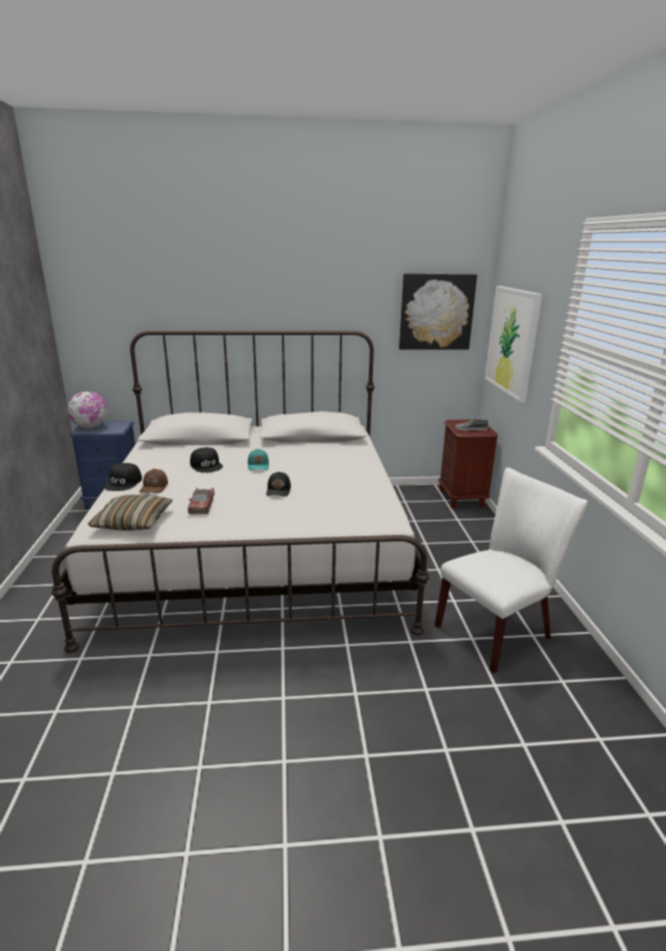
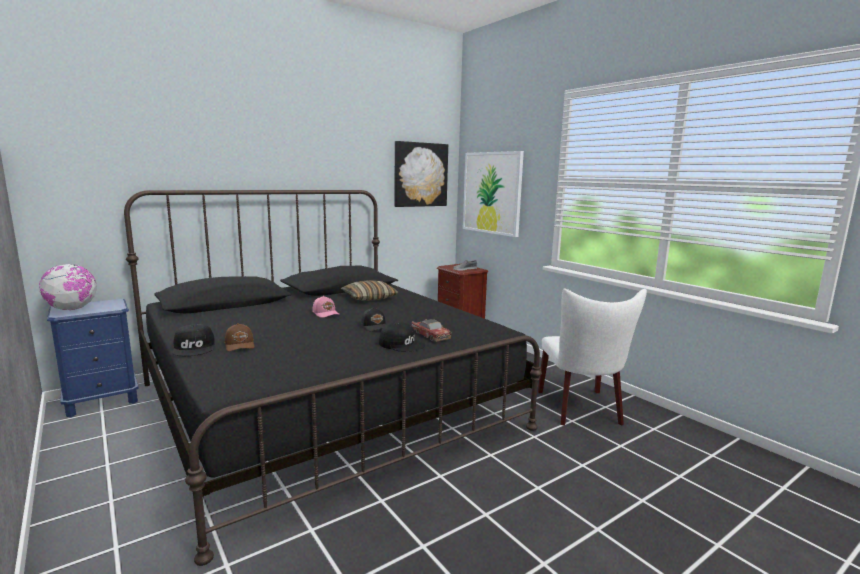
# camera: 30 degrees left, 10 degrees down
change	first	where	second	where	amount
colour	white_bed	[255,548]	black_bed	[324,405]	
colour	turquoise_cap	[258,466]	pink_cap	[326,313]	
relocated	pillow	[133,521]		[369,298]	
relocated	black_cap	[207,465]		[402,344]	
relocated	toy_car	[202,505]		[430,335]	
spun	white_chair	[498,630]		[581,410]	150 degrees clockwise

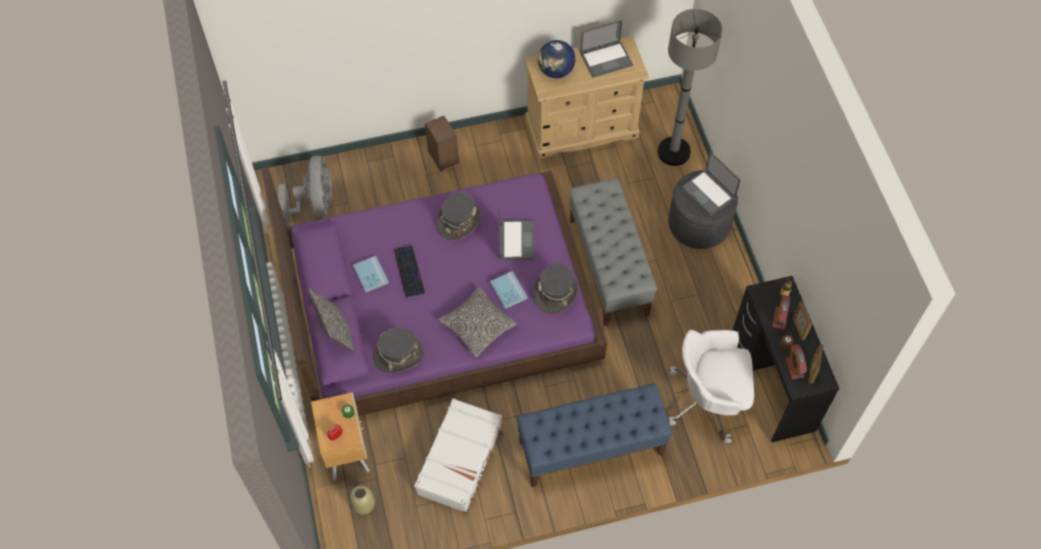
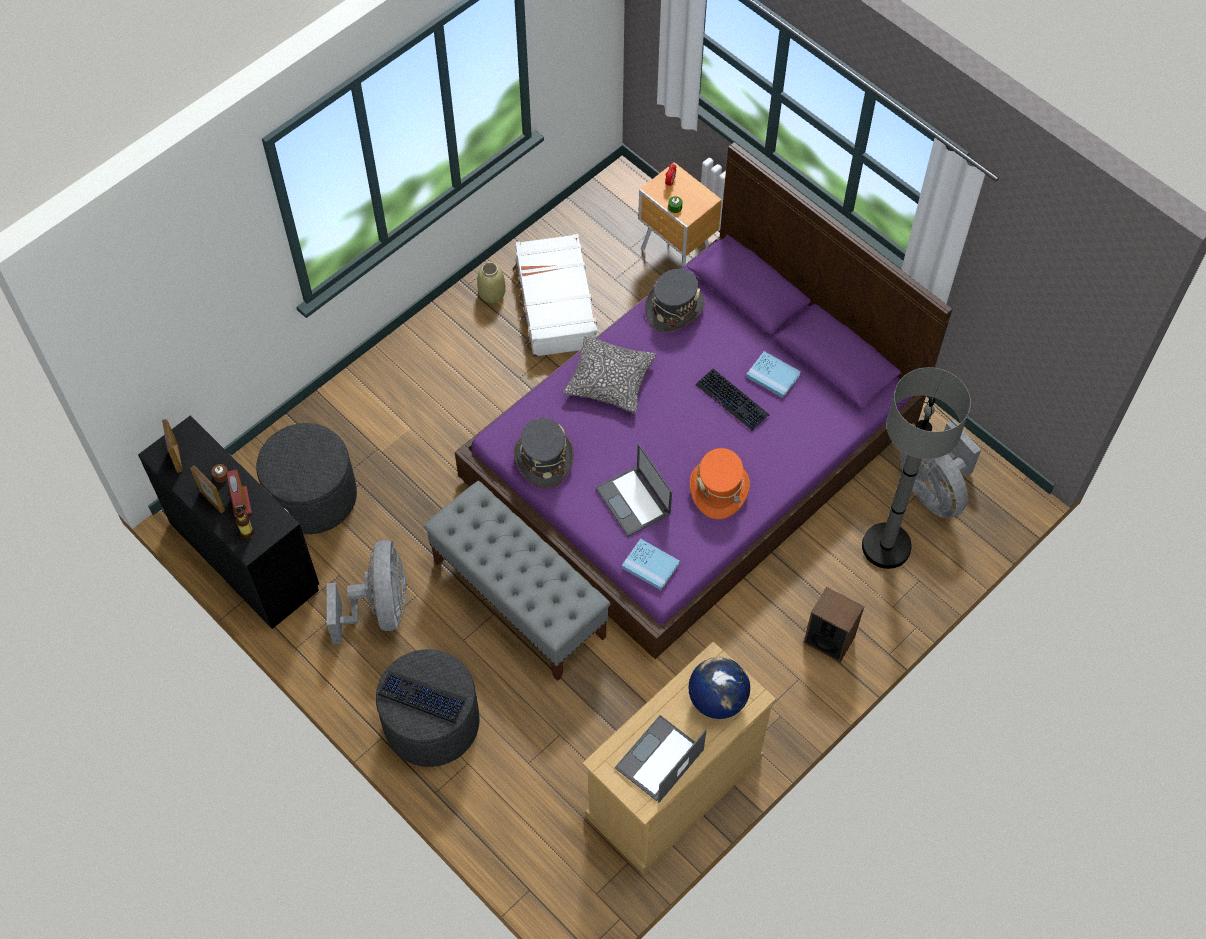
# camera: 150 degrees right, 0 degrees up
change	first	where	second	where	amount
exchanged	white_office_chair	[708,400]	grey_ottoman	[312,496]	
appeared			grey_fan	[379,608]	
exchanged	laptop	[709,193]	keyboard	[422,697]	
relocated	beige_vase	[363,505]		[492,294]	
relocated	blue_book	[508,291]		[650,565]	
colour	grey_hat	[459,222]	orange_hat	[719,489]	
relocated	grey_floor_lamp	[674,152]		[886,546]	
missing	pillow	[336,332]			
missing	blue_bench	[590,448]			
missing	alarm_clock	[794,368]			

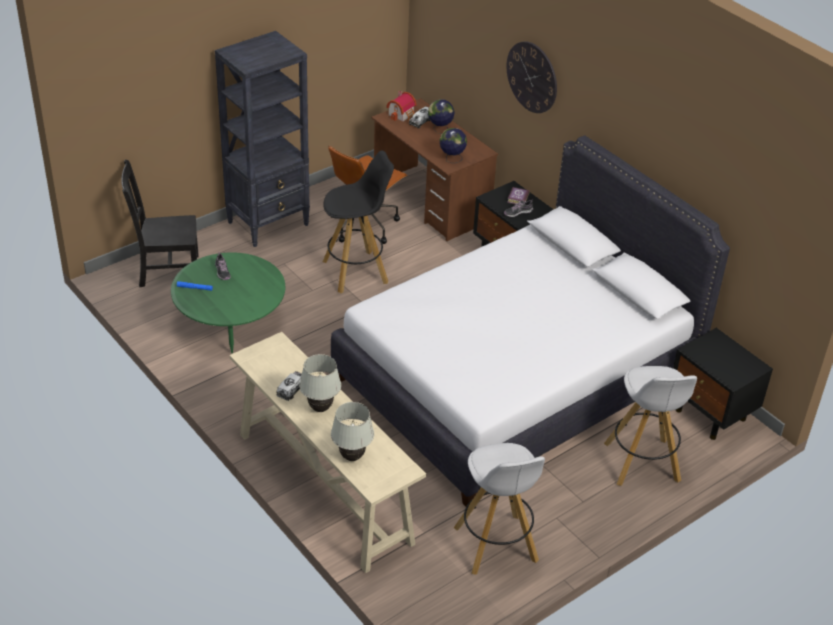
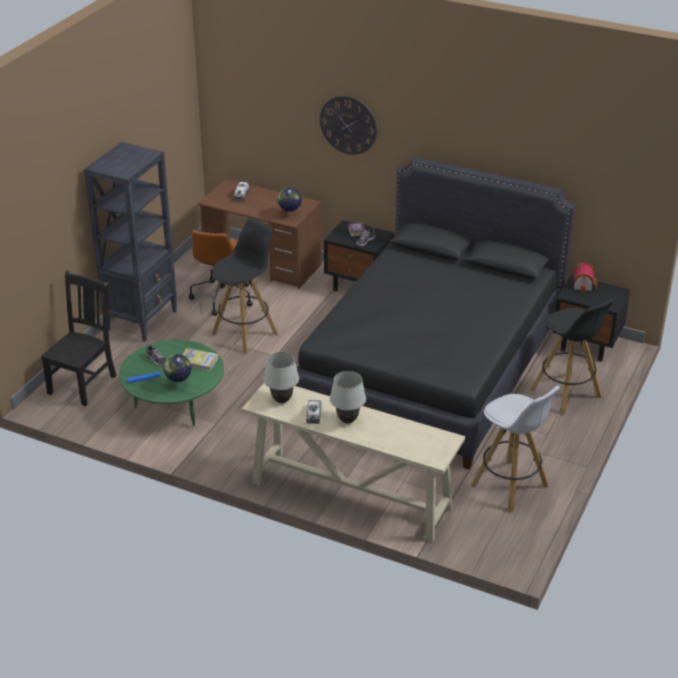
# camera: 25 degrees left, 5 degrees down
change	first	where	second	where	amount
spun	black_chair	[166,270]		[84,383]	150 degrees clockwise
relocated	globe	[440,130]		[179,385]	
appeared			book	[198,361]	
relocated	white_table_lamp	[352,457]		[281,400]	
colour	white_bed	[515,378]	black_bed	[430,368]	
colour	white_stool	[642,463]	black_stool	[567,394]	
relocated	toy_house	[402,115]		[584,285]	

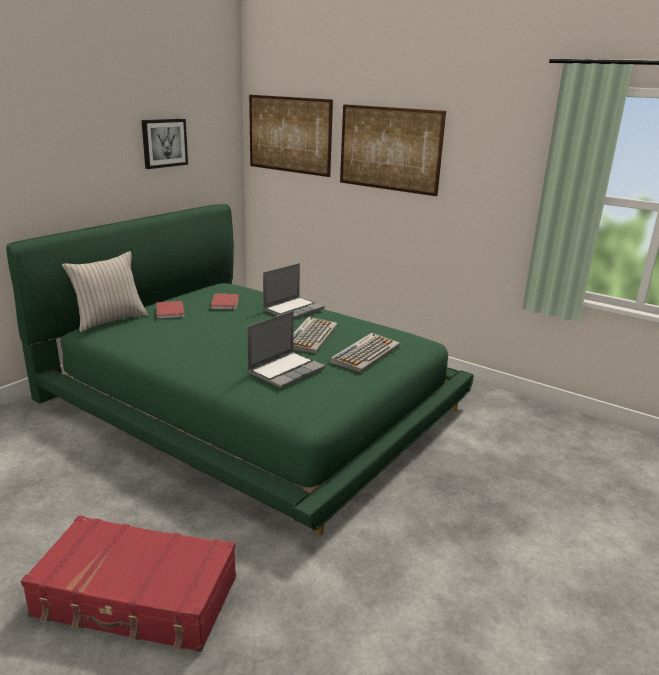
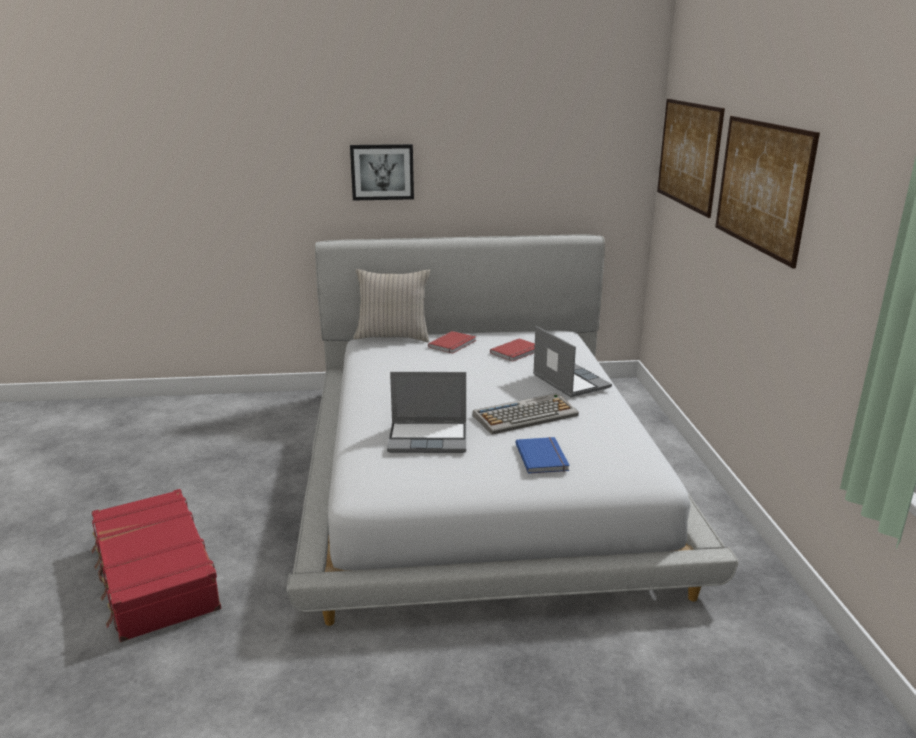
# camera: 50 degrees right, 0 degrees up
change	first	where	second	where	amount
colour	green_bed	[251,401]	white_bed	[481,472]	
relocated	picture	[164,143]		[382,172]	
exchanged	keyboard	[365,353]	blue_book	[543,457]	
spun	laptop	[293,309]		[569,381]	120 degrees counterclockwise

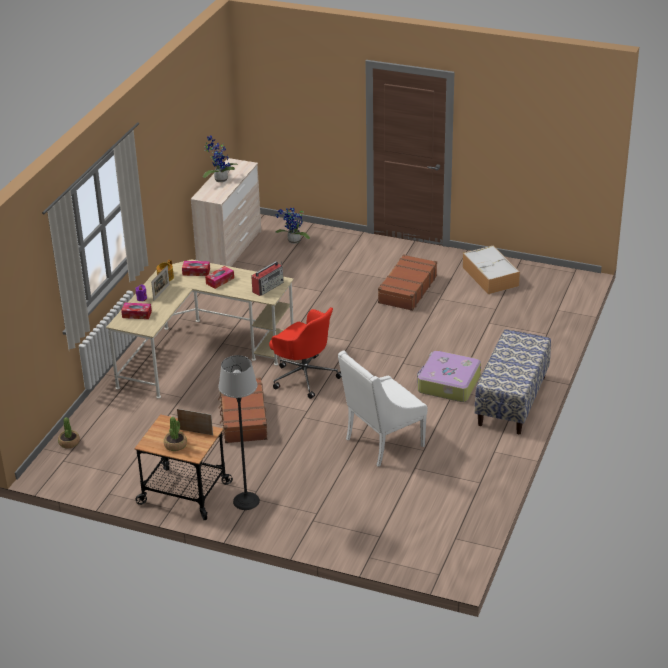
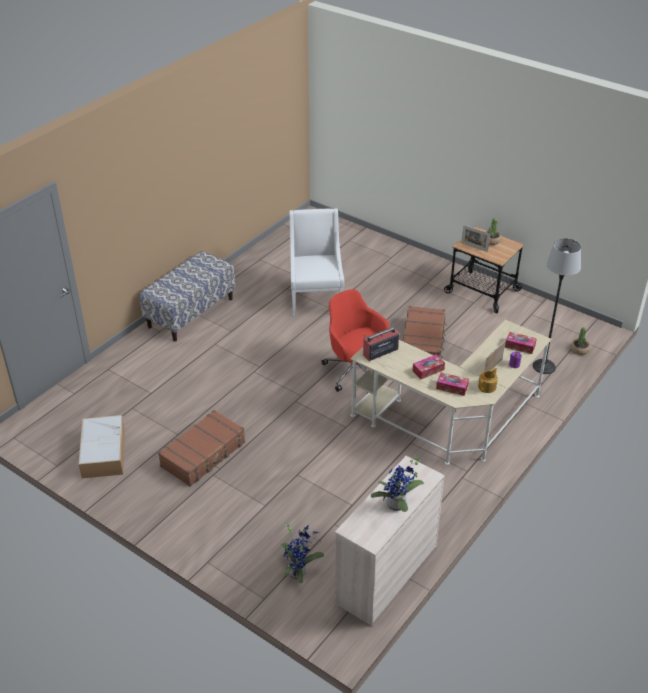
# camera: 165 degrees left, 5 degrees up
change	first	where	second	where	amount
spun	white_armchair	[382,443]		[315,300]	75 degrees counterclockwise
relocated	floor_lamp	[246,501]		[544,366]	
missing	suitcase	[448,384]			

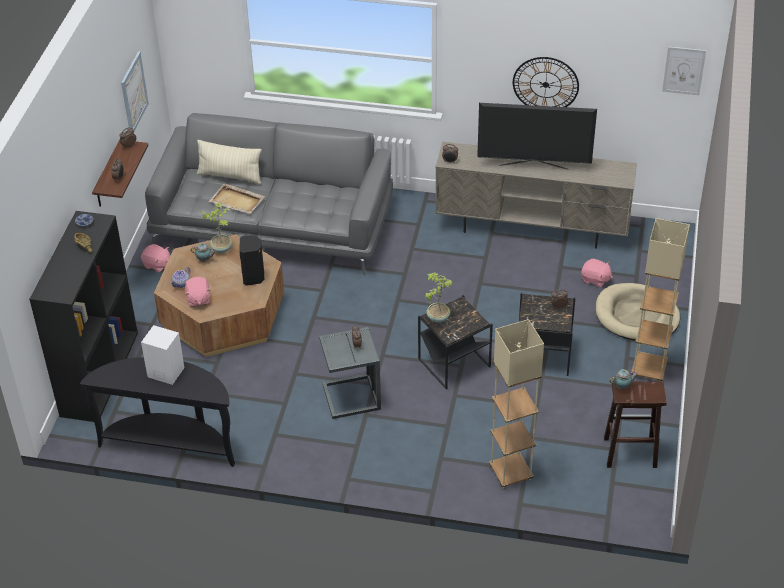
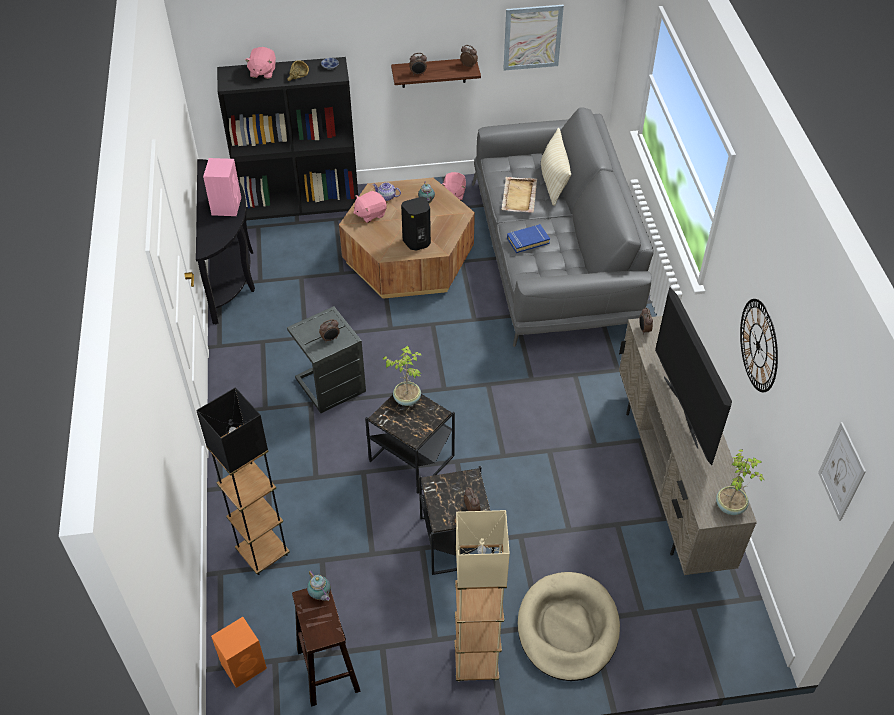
# camera: 70 degrees right, 5 degrees up
change	first	where	second	where	amount
colour	beige_floor_lamp	[510,473]	black_floor_lamp	[263,553]	
colour	white_speaker	[165,372]	pink_speaker	[226,205]	
appeared			orange_speaker	[245,665]	
relocated	pink_plush_toy	[595,279]		[262,72]	
appeared			blue_book	[527,240]	
relocated	potted_plant	[221,248]		[731,506]	

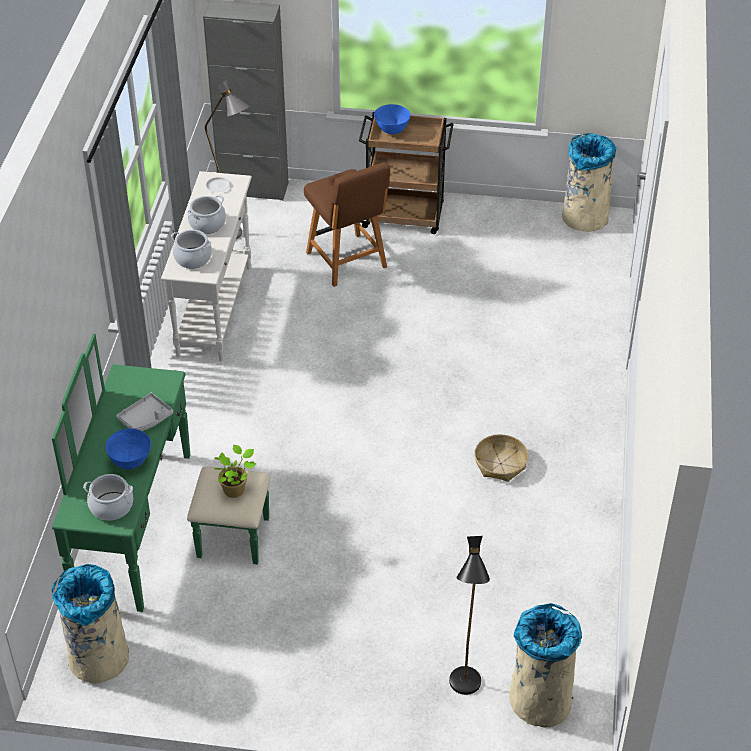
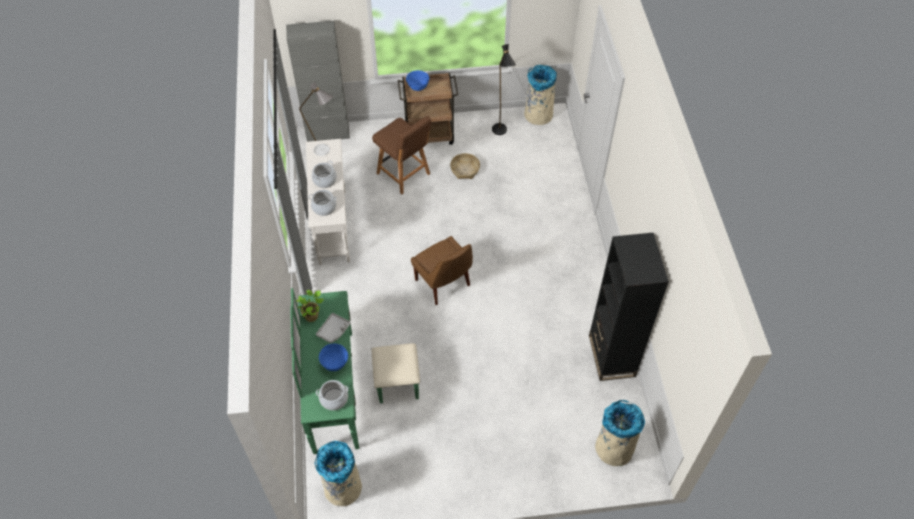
# camera: 15 degrees left, 10 degrees up
change	first	where	second	where	amount
relocated	potted_plant	[235,489]		[312,315]	
appeared			brown_chair	[444,284]	
relocated	basket	[500,464]		[465,169]	
relocated	black_floor_lamp	[465,691]		[500,133]	
appeared			black_bookcase	[611,356]	

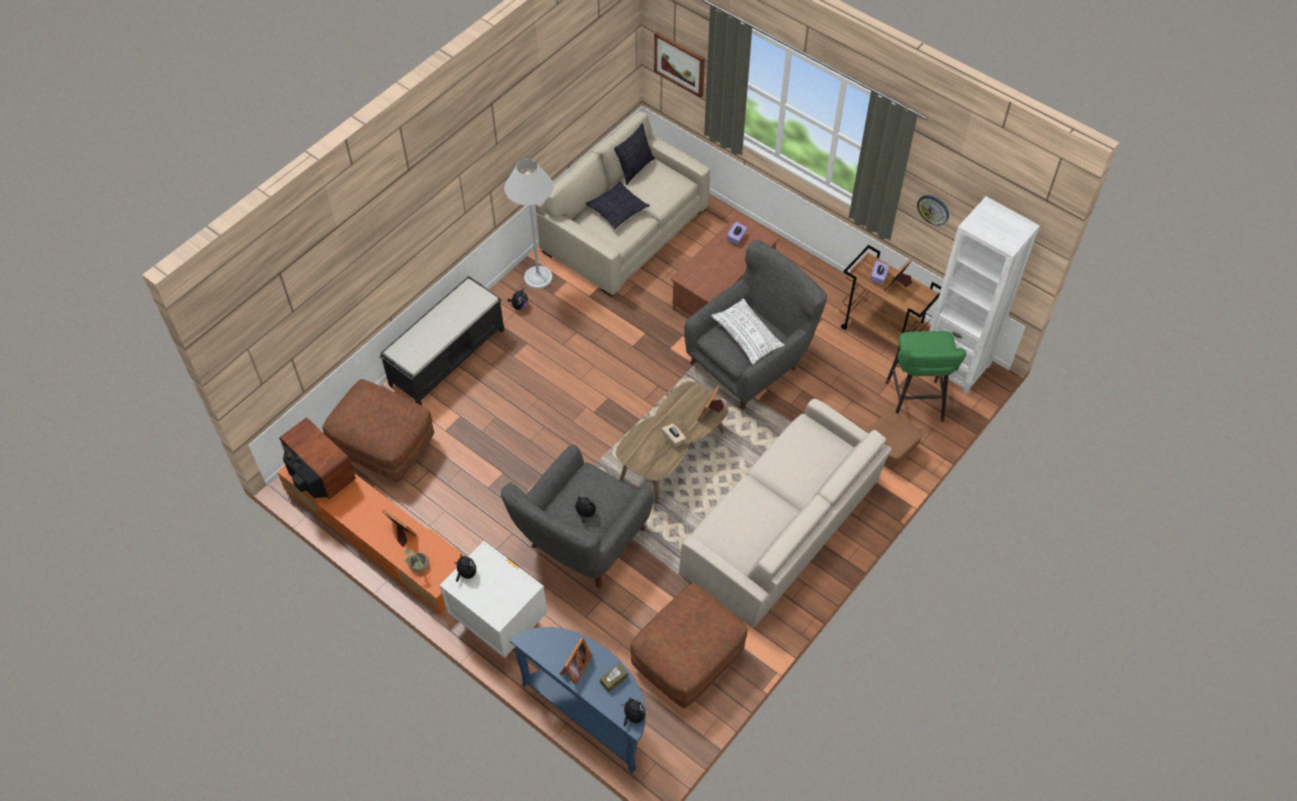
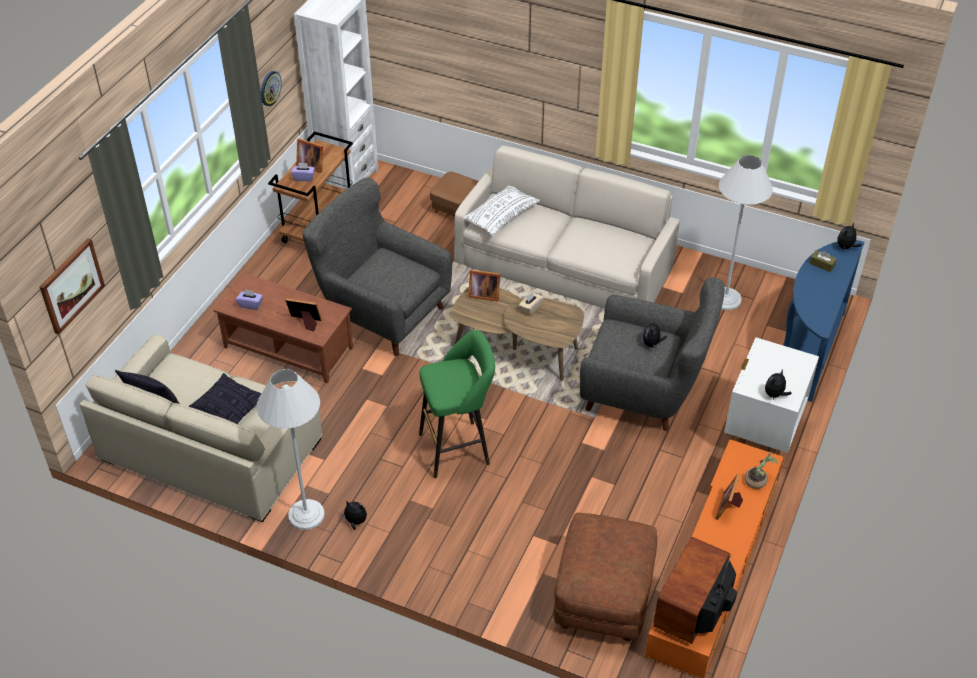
# camera: 105 degrees left, 10 degrees down
change	first	where	second	where	amount
relocated	picture_frame	[575,667]		[305,322]	
relocated	green_stool	[915,405]		[458,448]	
relocated	white_pillow	[747,336]		[501,216]	
exchanged	brown_ottoman	[687,660]	white_floor_lamp	[725,299]	
missing	black_bench	[448,356]			

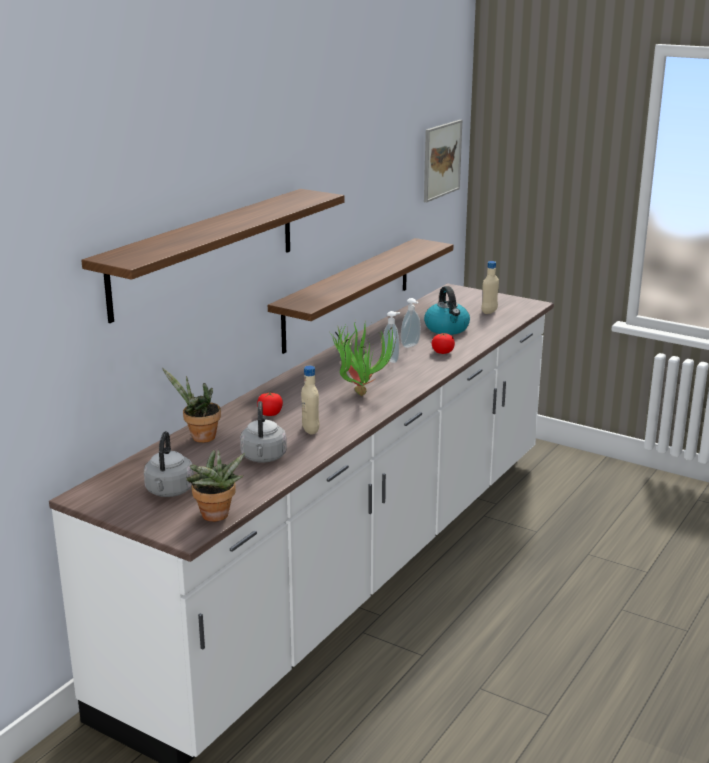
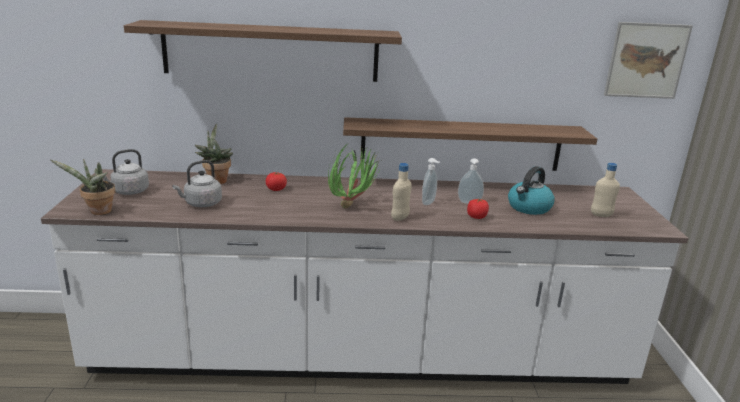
# camera: 55 degrees right, 0 degrees up
change	first	where	second	where	amount
relocated	beige_bottle	[310,430]		[400,218]	

